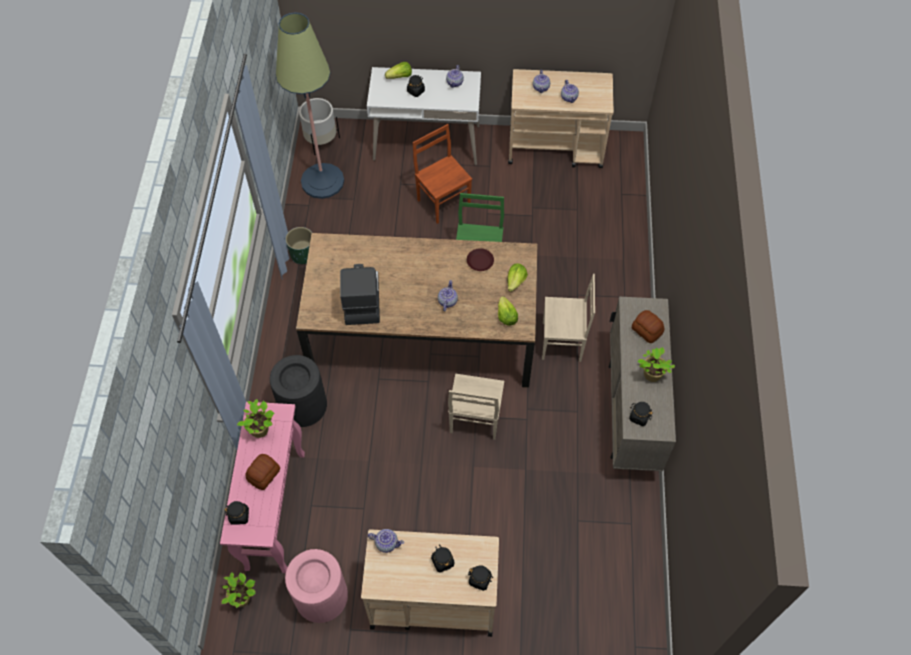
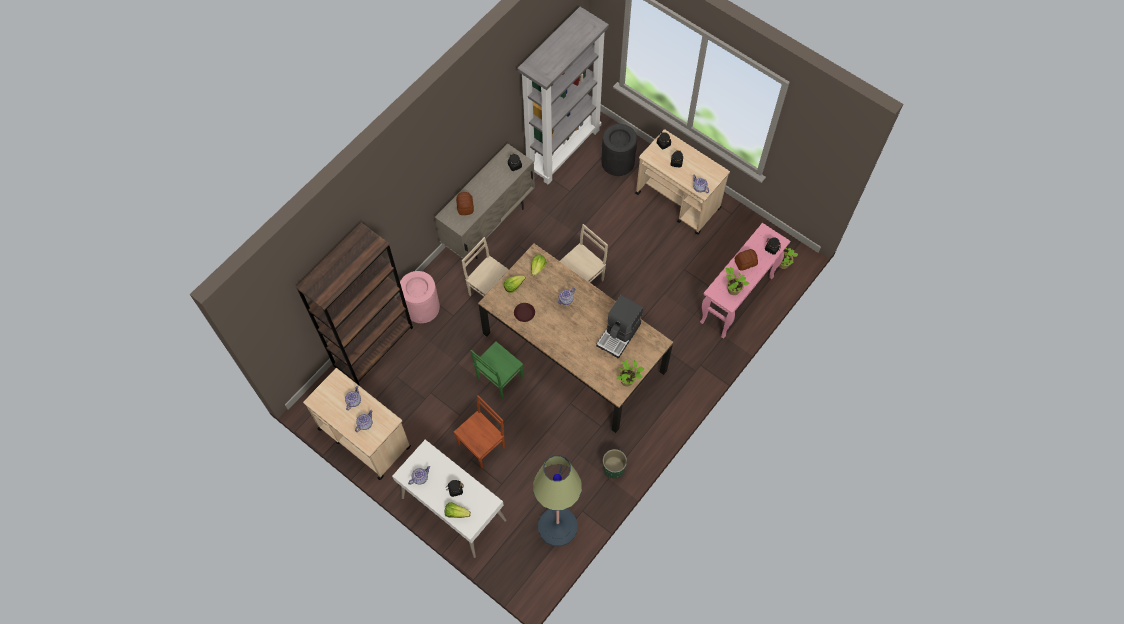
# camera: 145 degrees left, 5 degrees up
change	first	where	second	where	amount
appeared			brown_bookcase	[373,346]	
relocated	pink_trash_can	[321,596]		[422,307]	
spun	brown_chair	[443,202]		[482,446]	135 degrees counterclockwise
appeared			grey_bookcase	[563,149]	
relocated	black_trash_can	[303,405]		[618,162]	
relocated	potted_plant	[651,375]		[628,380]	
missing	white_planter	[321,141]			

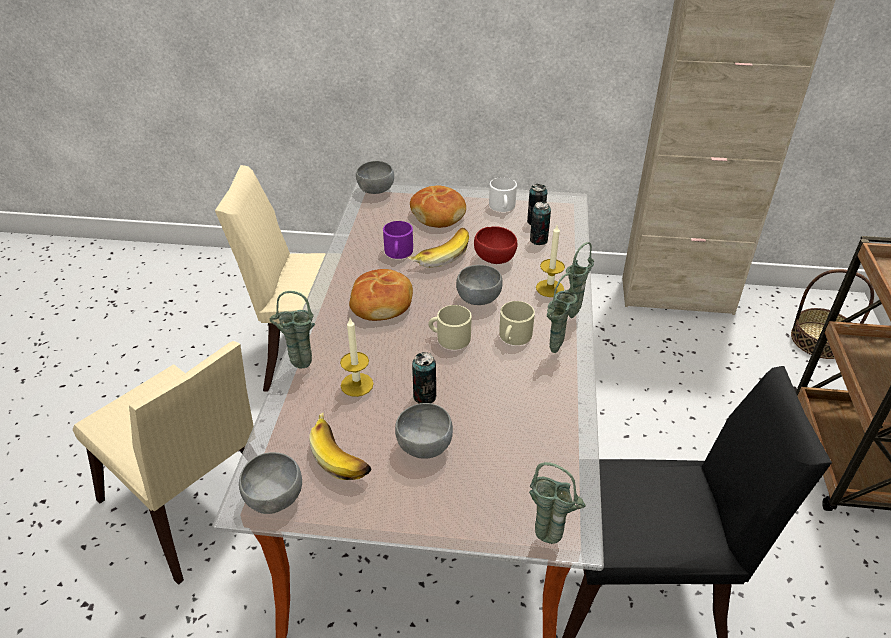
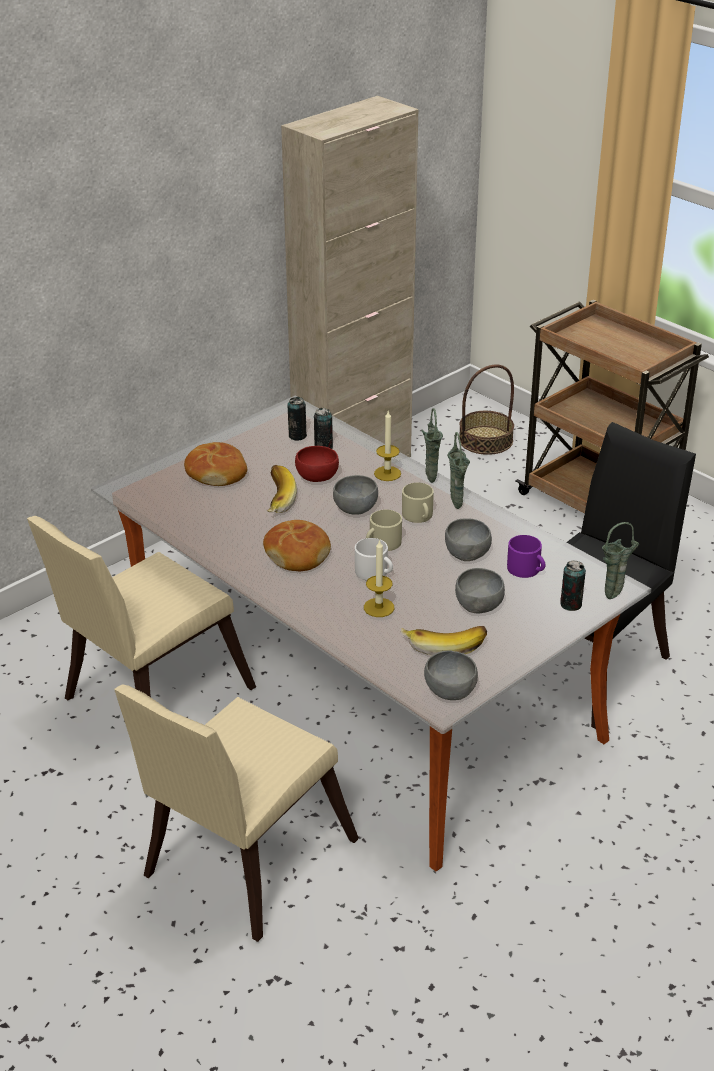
# camera: 50 degrees left, 5 degrees down
change	first	where	second	where	amount
spun	beige_chair	[196,508]		[240,864]	135 degrees clockwise
relocated	white_mug	[502,206]		[375,572]	
relocated	grey_bowl	[376,190]		[467,554]	
relocated	purple_mug	[398,252]		[526,570]	
relocated	can	[424,396]		[571,604]	
missing	green_vase	[299,367]			

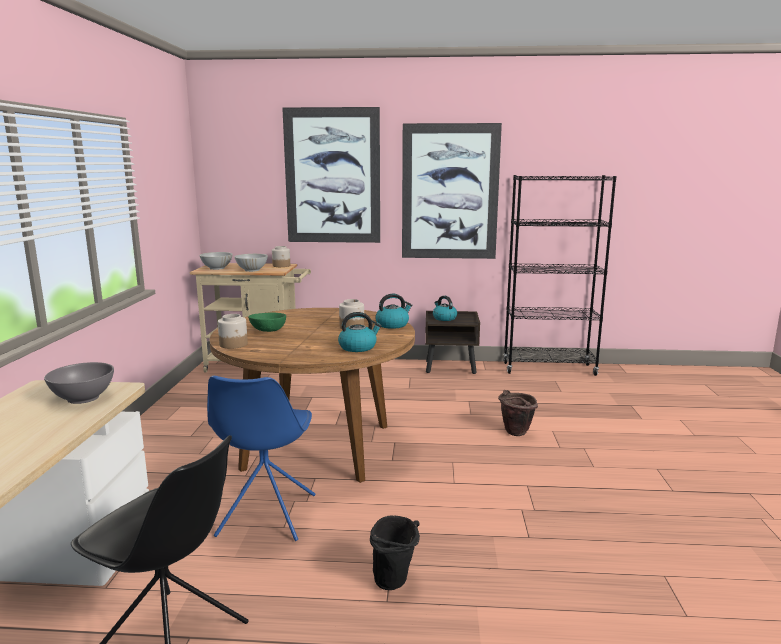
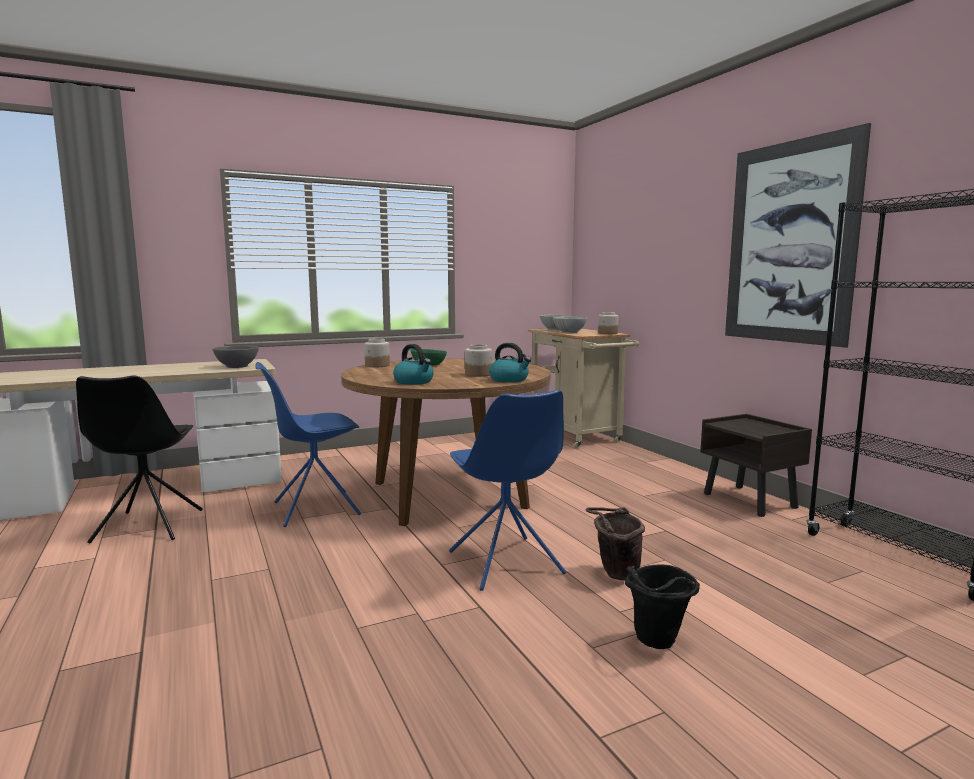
# camera: 60 degrees right, 5 degrees down
change	first	where	second	where	amount
appeared			blue_chair	[506,564]	
relocated	black_bucket	[395,583]		[657,644]	
missing	picture	[332,176]			
missing	kettle	[444,318]			

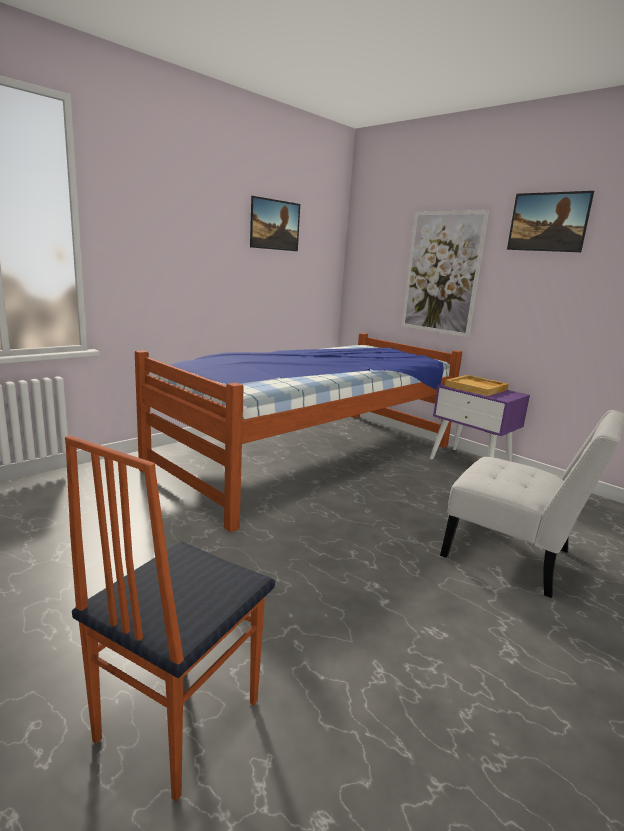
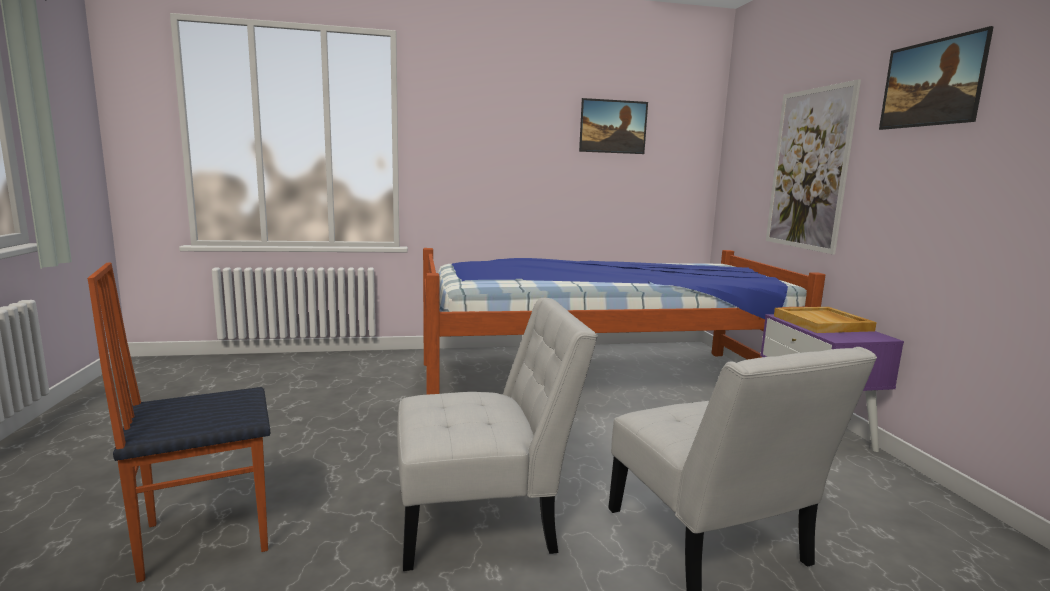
# camera: 35 degrees right, 5 degrees down
change	first	where	second	where	amount
appeared			white_chair	[485,518]	

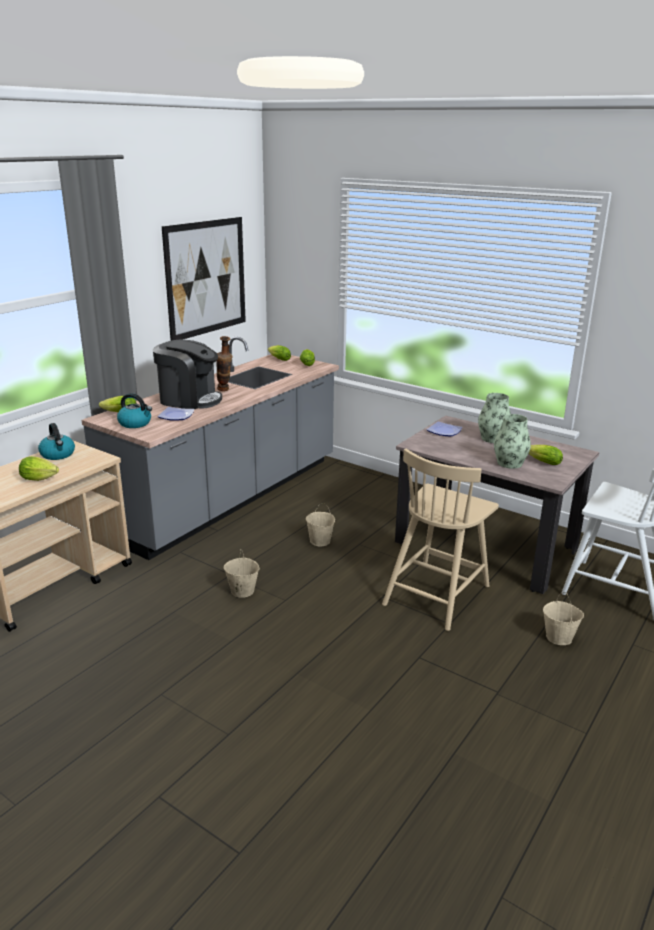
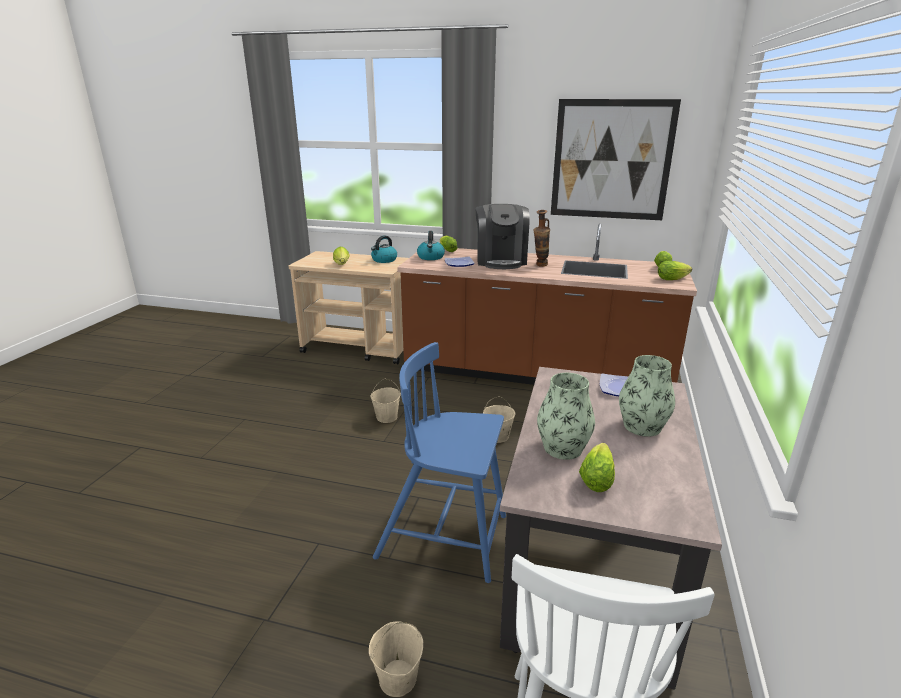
# camera: 70 degrees right, 0 degrees up
change	first	where	second	where	amount
colour	beige_chair	[437,594]	blue_chair	[445,537]	
colour	grey_counter	[229,497]	brown_counter	[535,373]	

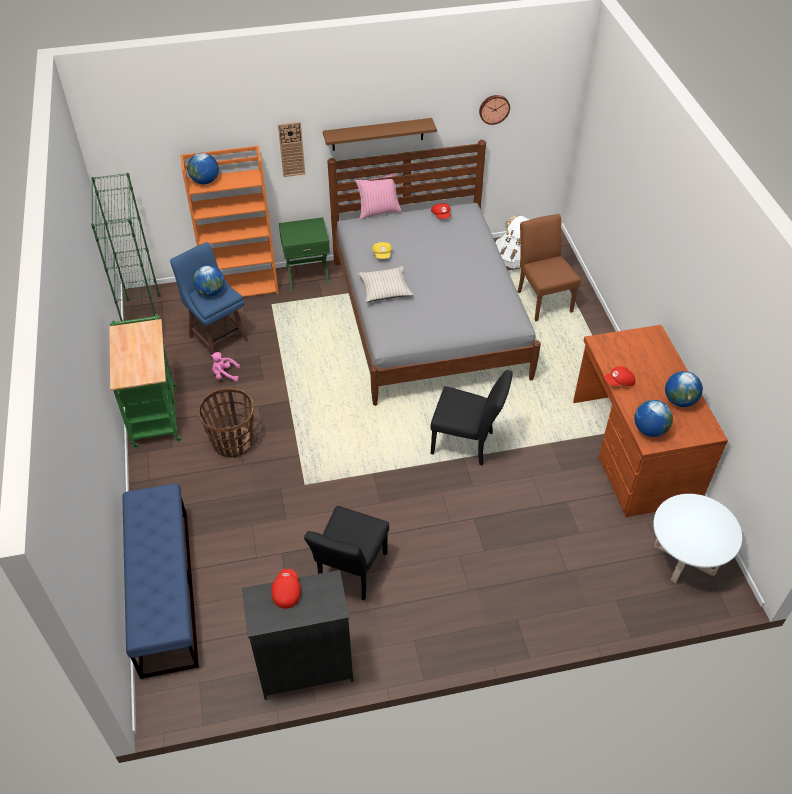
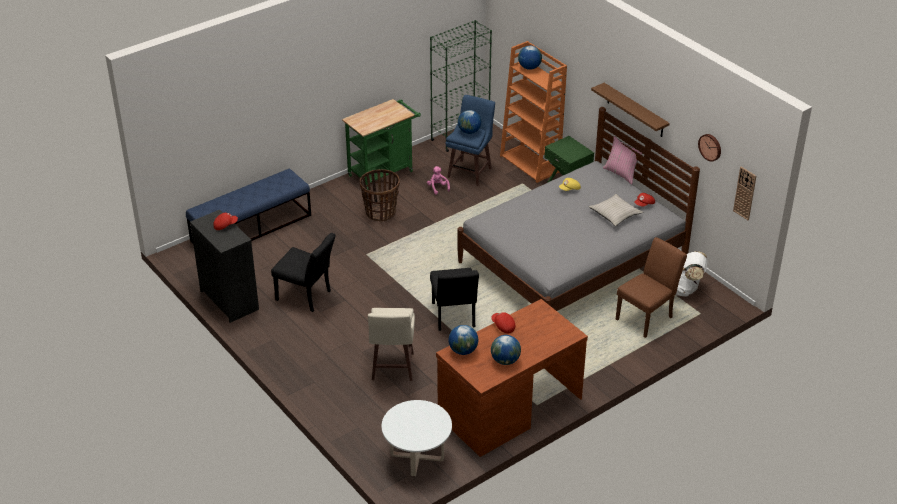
# camera: 65 degrees right, 10 degrees down
change	first	where	second	where	amount
spun	black_chair	[350,573]		[307,297]	150 degrees counterclockwise
appeared			beige_stool	[392,367]	
relocated	beige_pillow	[385,289]		[615,214]	
relocated	wall_clock	[291,149]		[745,193]	

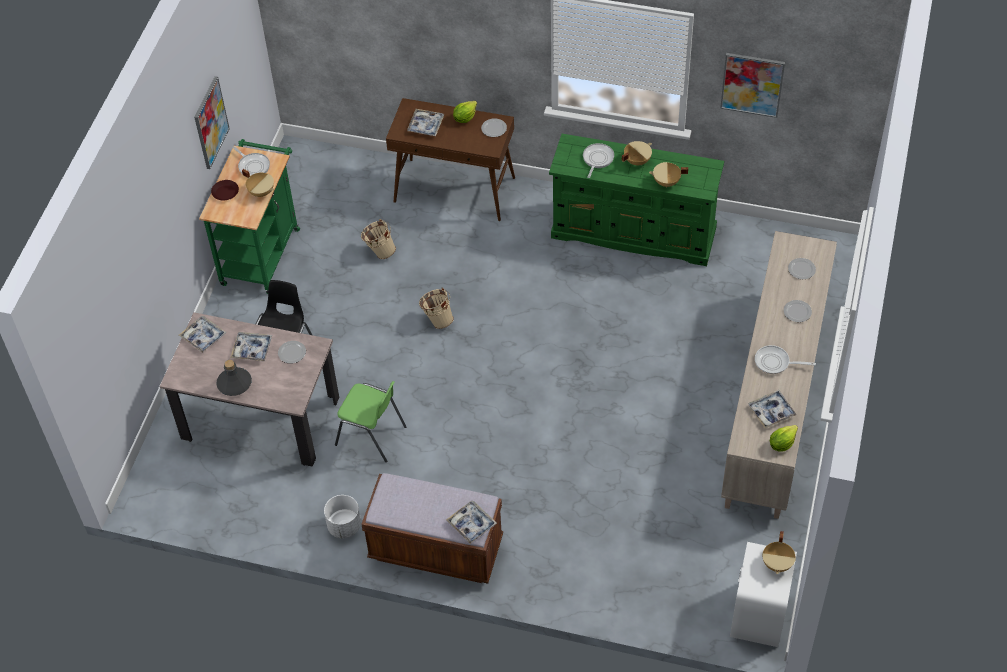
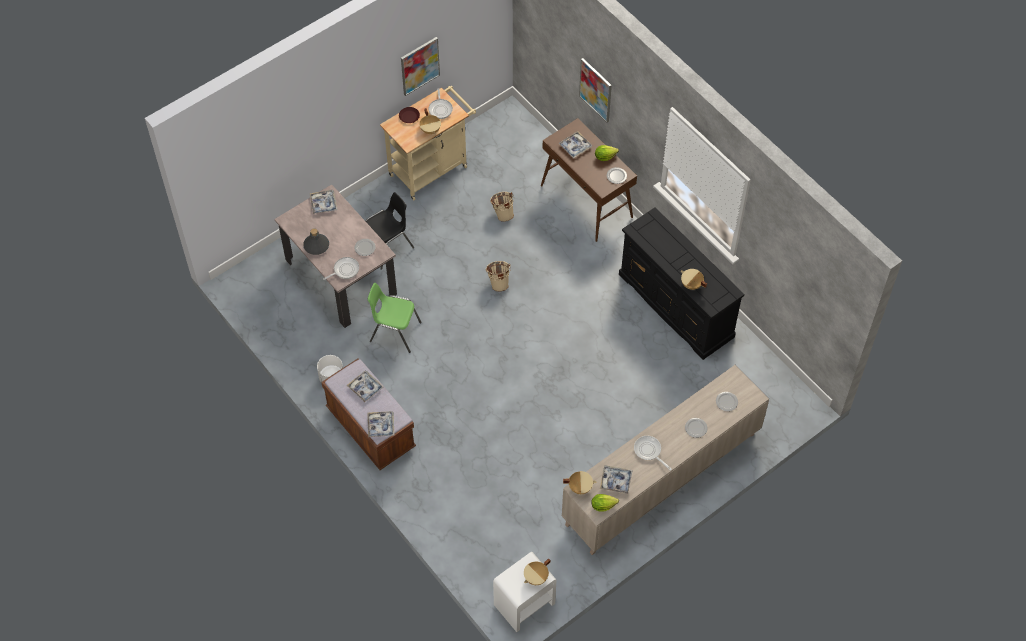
# camera: 35 degrees right, 5 degrees up
change	first	where	second	where	amount
relocated	frying_pan	[597,159]		[345,270]	
relocated	tray	[252,349]		[365,388]	
spun	green_chair	[371,436]		[395,332]	135 degrees clockwise
colour	green_cart	[262,252]	beige_cart	[432,168]	
relocated	beige_cooking_pot	[636,161]		[580,487]	
relocated	picture	[752,84]		[596,90]	
colour	green_dresser	[634,232]	black_dresser	[676,306]	

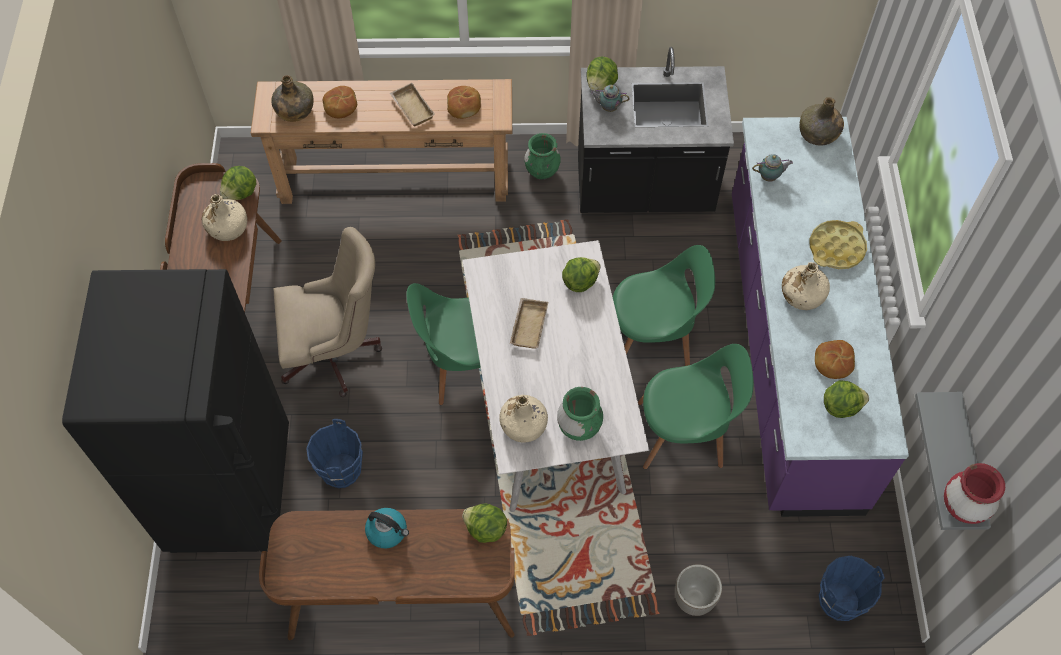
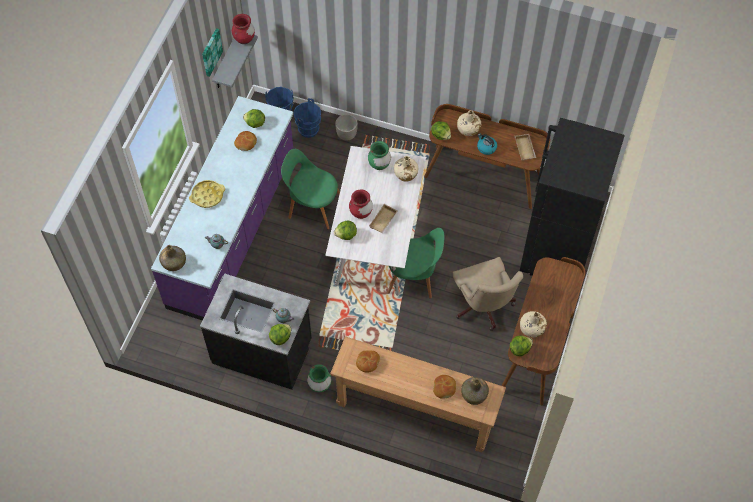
# camera: 160 degrees left, 0 degrees up
change	first	where	second	where	amount
appeared			picture	[211,52]	
relocated	blue_bucket	[341,471]		[309,130]	
appeared			red_vase	[361,213]	
spun	beige_office_chair	[336,353]		[483,307]	120 degrees counterclockwise
relocated	beige_bottle	[802,295]		[468,129]	
relocated	beige_tray	[411,108]		[525,149]	
missing	green_chair	[653,339]			

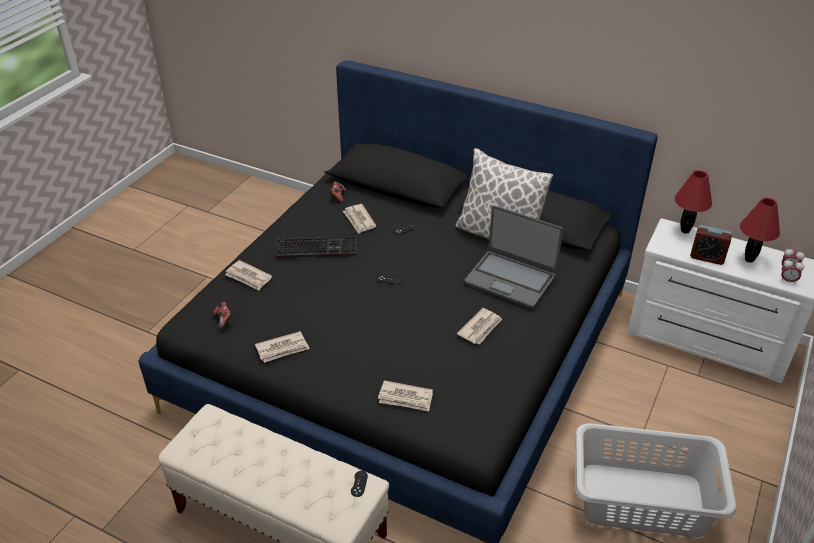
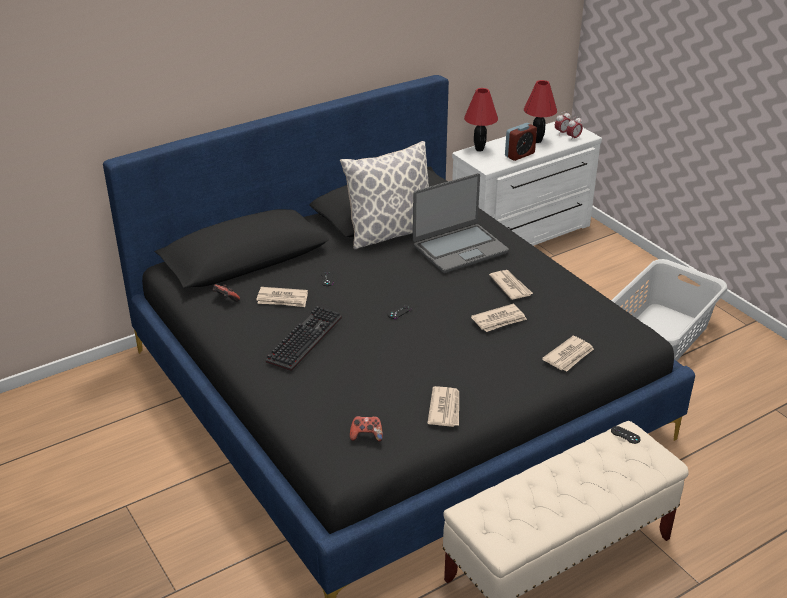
# camera: 60 degrees left, 5 degrees down
change	first	where	second	where	amount
relocated	newspaper	[248,277]		[499,320]	

